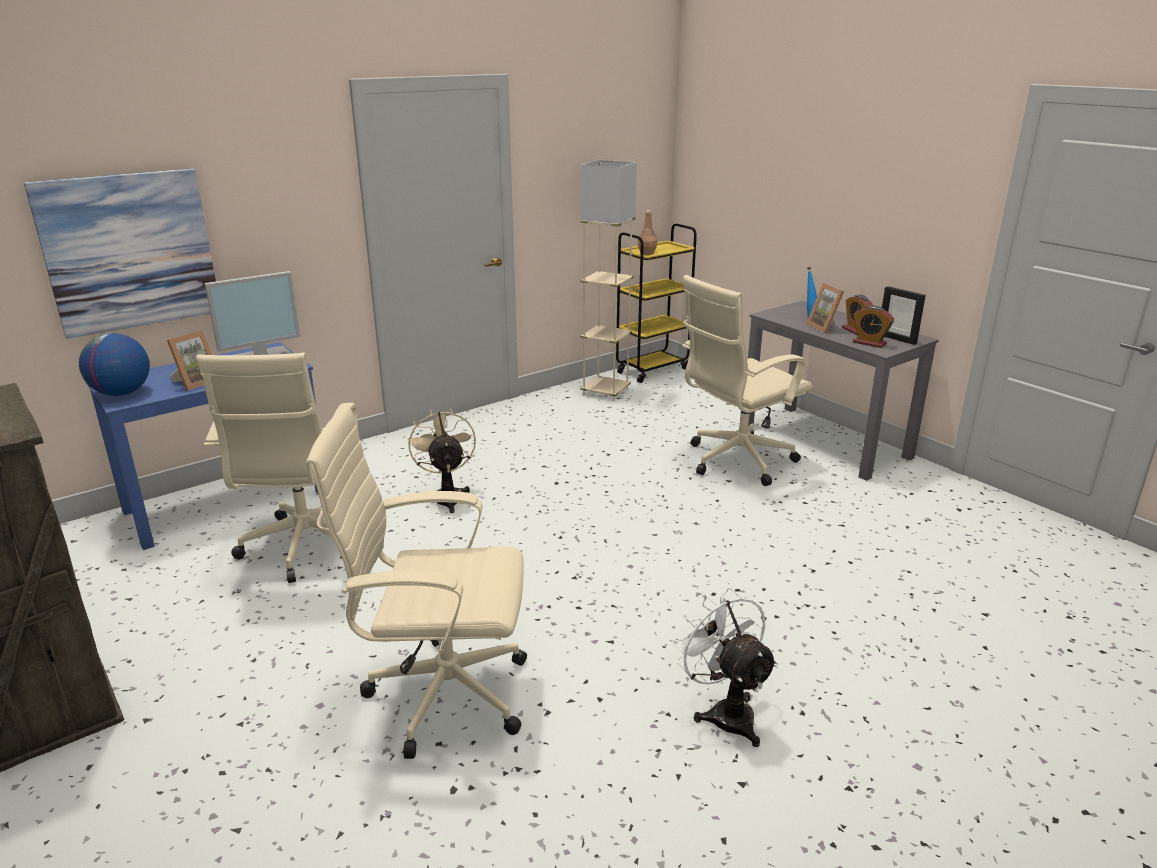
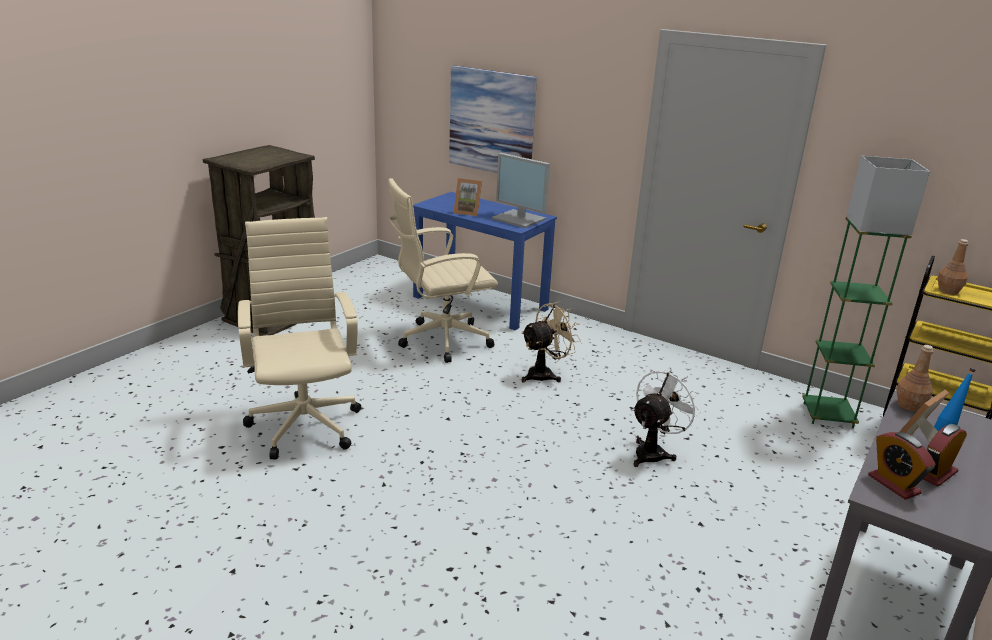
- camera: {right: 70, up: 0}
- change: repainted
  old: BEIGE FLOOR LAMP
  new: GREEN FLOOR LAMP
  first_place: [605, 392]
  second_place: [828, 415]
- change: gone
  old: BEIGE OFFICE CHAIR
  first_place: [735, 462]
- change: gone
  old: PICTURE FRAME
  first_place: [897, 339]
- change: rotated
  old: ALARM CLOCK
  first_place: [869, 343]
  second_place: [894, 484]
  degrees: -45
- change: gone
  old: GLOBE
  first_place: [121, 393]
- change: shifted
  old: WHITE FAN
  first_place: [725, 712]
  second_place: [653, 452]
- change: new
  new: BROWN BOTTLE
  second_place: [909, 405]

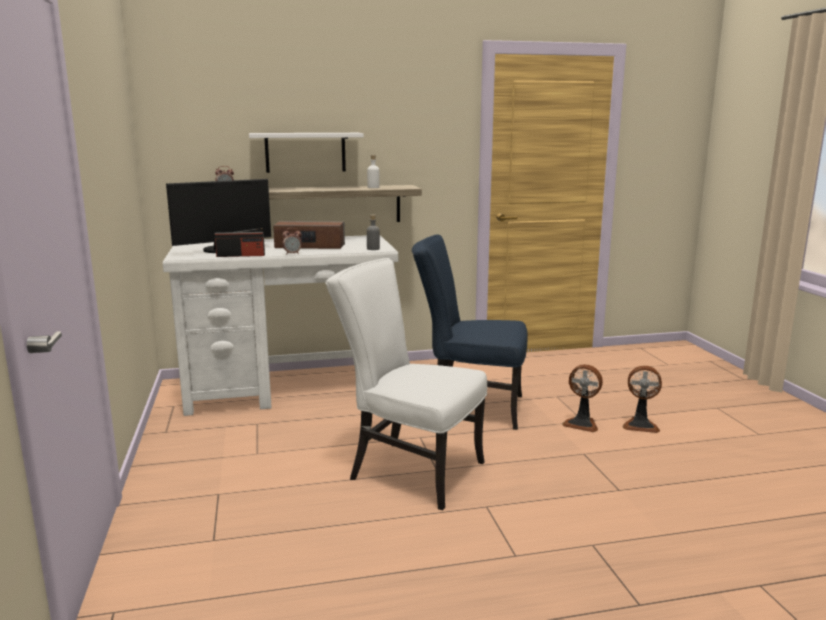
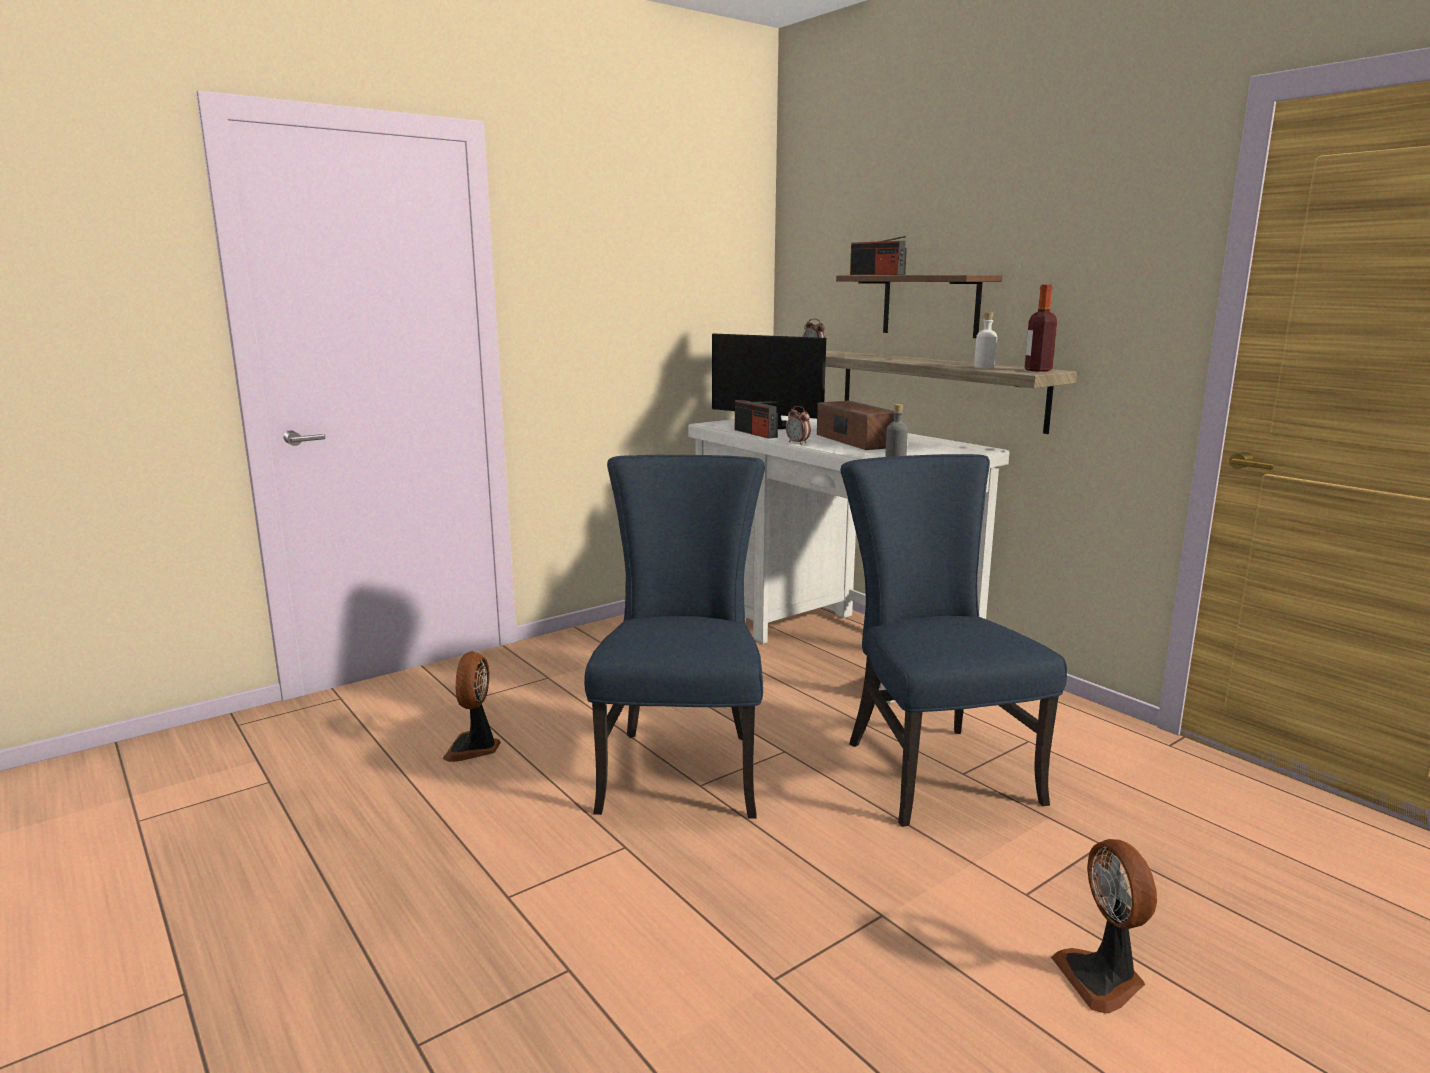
- camera: {right: 65, up: 0}
- change: repainted
  old: WHITE SHELF
  new: BROWN SHELF
  first_place: [305, 152]
  second_place: [930, 305]
- change: repainted
  old: WHITE CHAIR
  new: BLUE CHAIR
  first_place: [409, 470]
  second_place: [682, 765]
- change: shifted
  old: FAN
  first_place: [582, 424]
  second_place: [474, 748]
- change: new
  new: RADIO
  second_place: [877, 274]
- change: new
  new: BOTTLE
  second_place: [1038, 370]

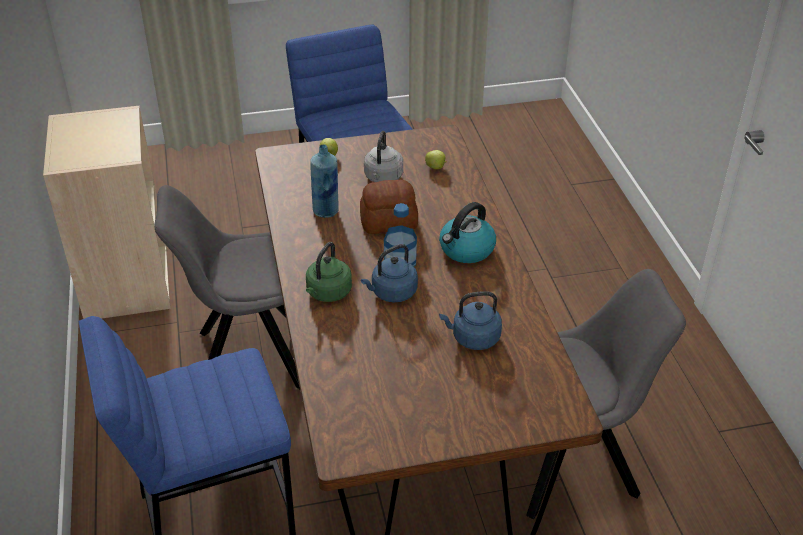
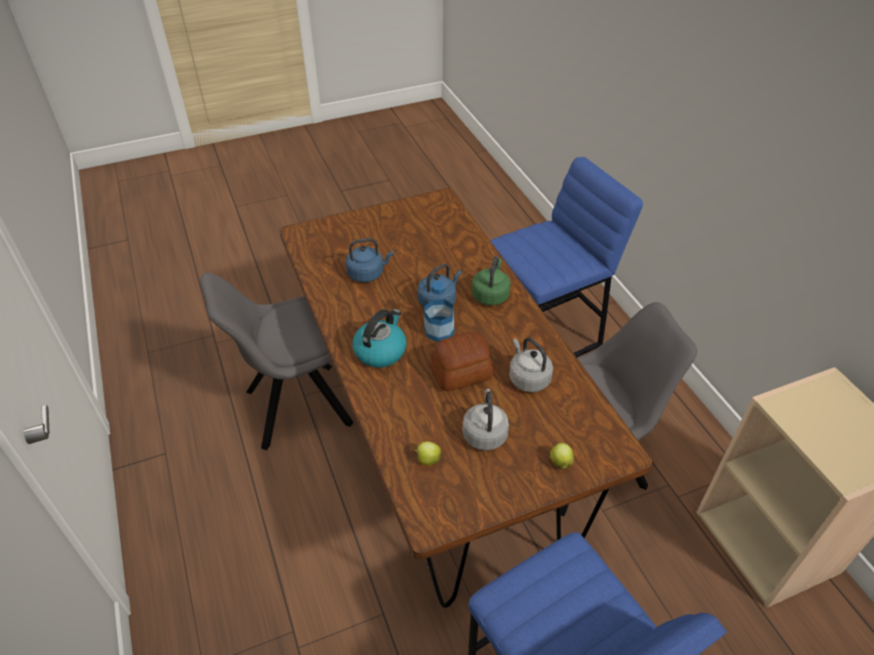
- camera: {right: 170, up: 5}
- change: swapped
  old: BLUE BOTTLE
  new: GREY KETTLE
  first_place: [326, 211]
  second_place: [528, 378]

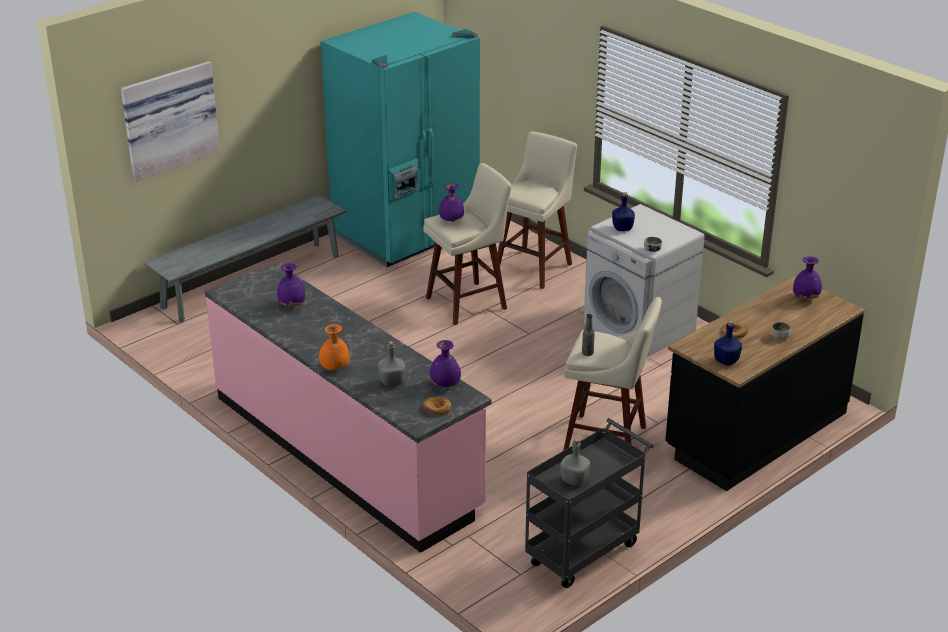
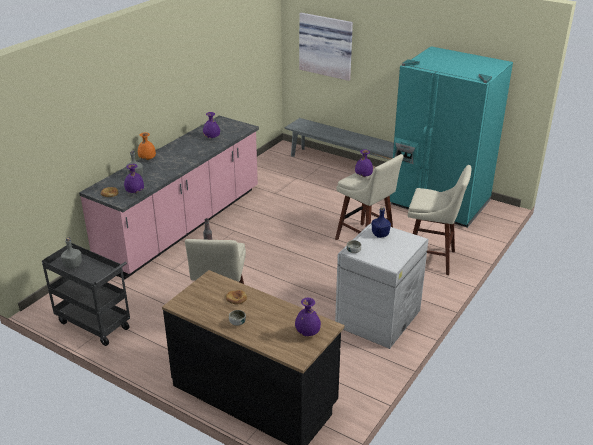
- camera: {right: 75, up: 0}
- change: gone
  old: BLUE BOTTLE
  first_place: [725, 360]

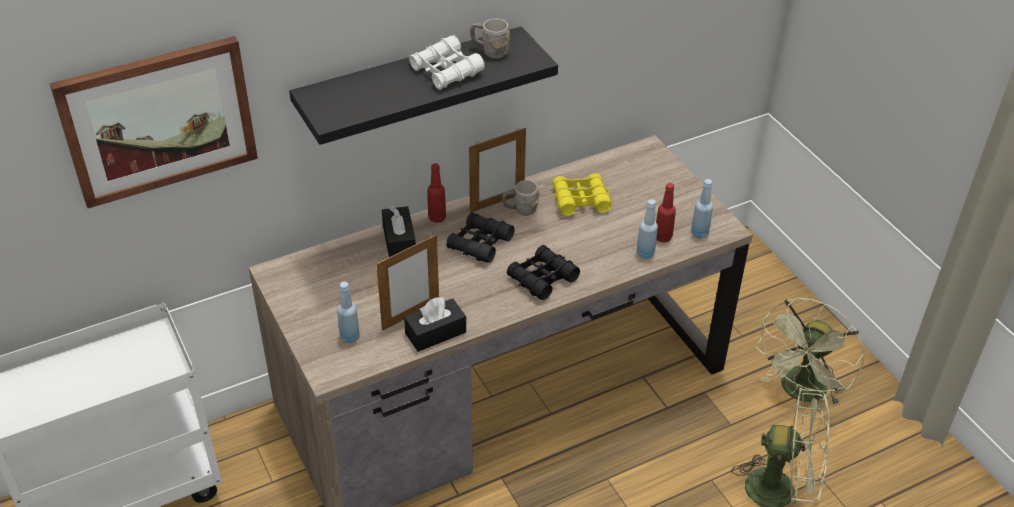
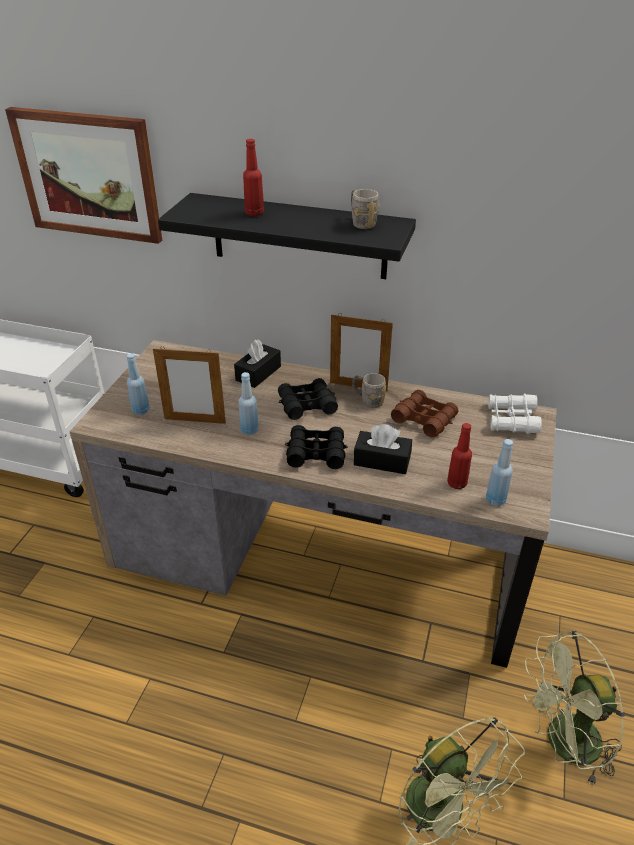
- camera: {right: 45, up: -5}
- change: shifted
  old: WHITE BINOCULARS
  first_place: [446, 71]
  second_place: [511, 420]
- change: shifted
  old: RED BOTTLE
  first_place: [437, 217]
  second_place: [254, 213]
- change: repainted
  old: YELLOW BINOCULARS
  new: BROWN BINOCULARS
  first_place: [580, 200]
  second_place: [424, 419]
- change: shifted
  old: BLUE BOTTLE
  first_place: [645, 254]
  second_place: [249, 430]
- change: shifted
  old: BLACK TISSUE BOX
  first_place: [435, 332]
  second_place: [382, 461]

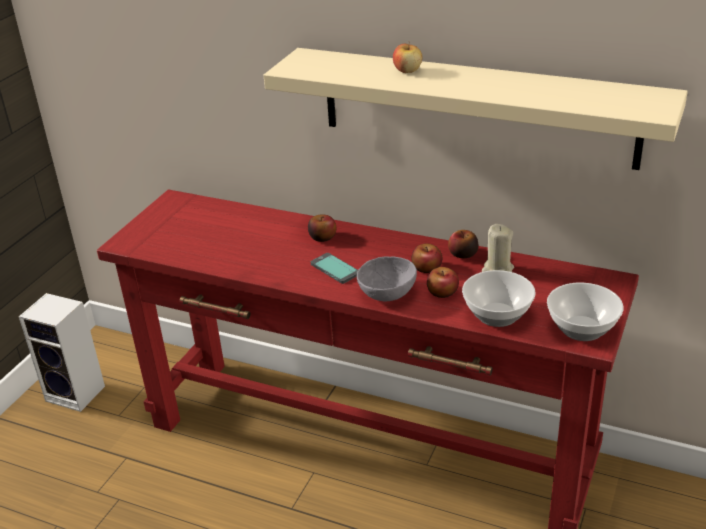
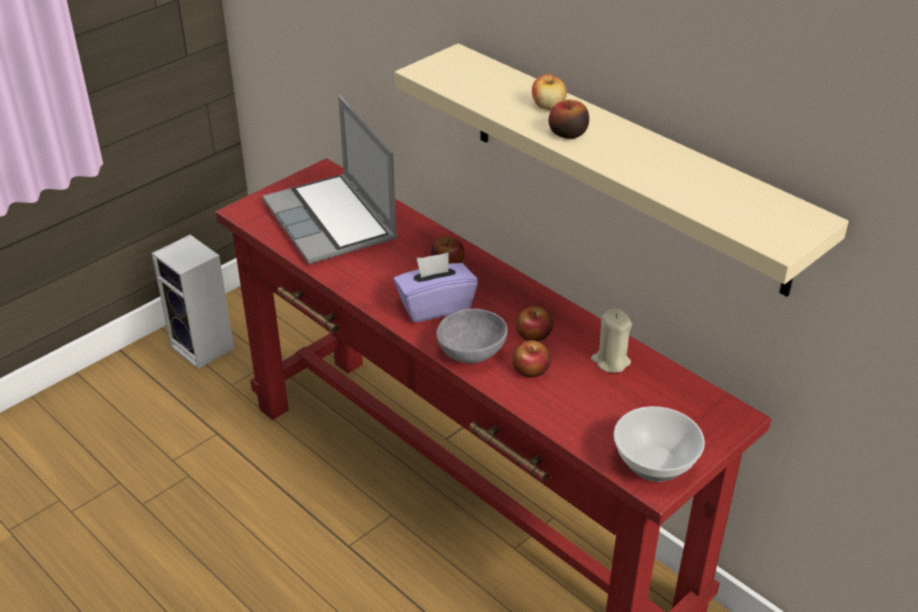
- camera: {right: 20, up: 5}
- change: shifted
  old: APPLE
  first_place: [463, 254]
  second_place: [567, 133]
- change: swapped
  old: PHONE
  new: PURPLE TISSUE BOX
  first_place: [334, 269]
  second_place: [435, 306]
- change: gone
  old: BOWL
  first_place: [496, 315]
- change: new
  new: LAPTOP
  second_place: [332, 222]

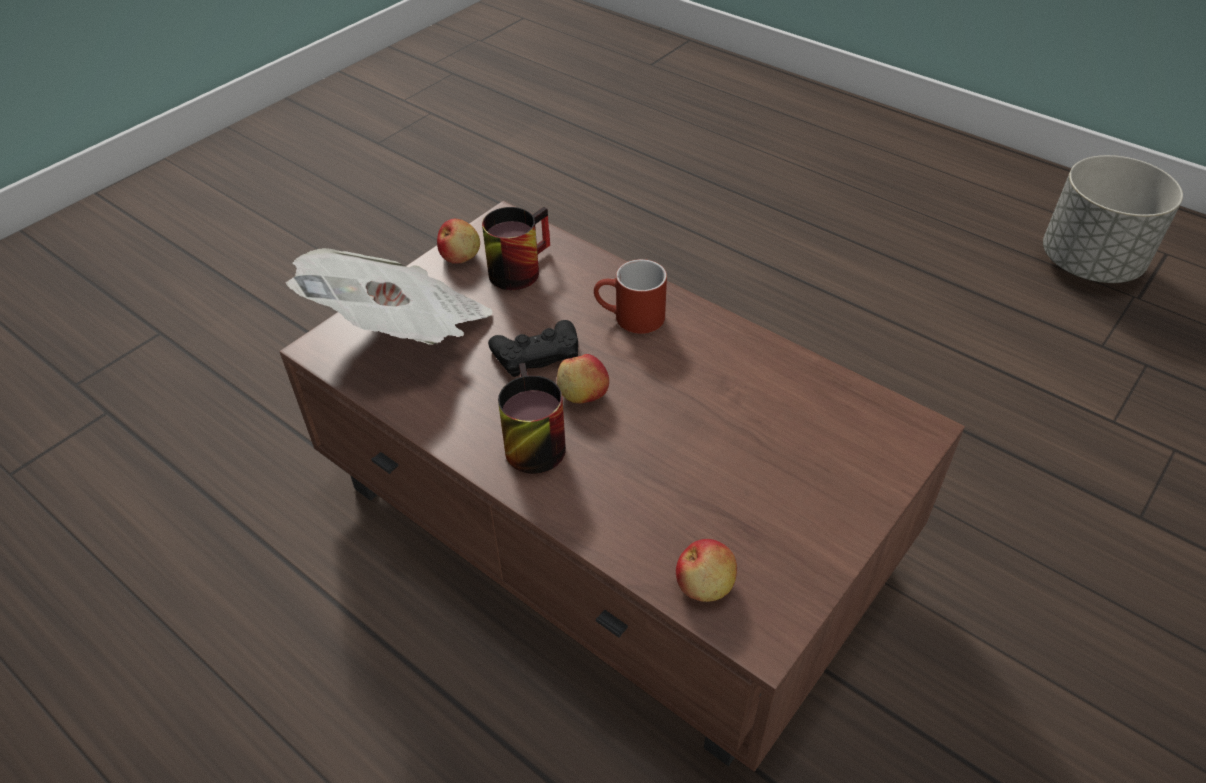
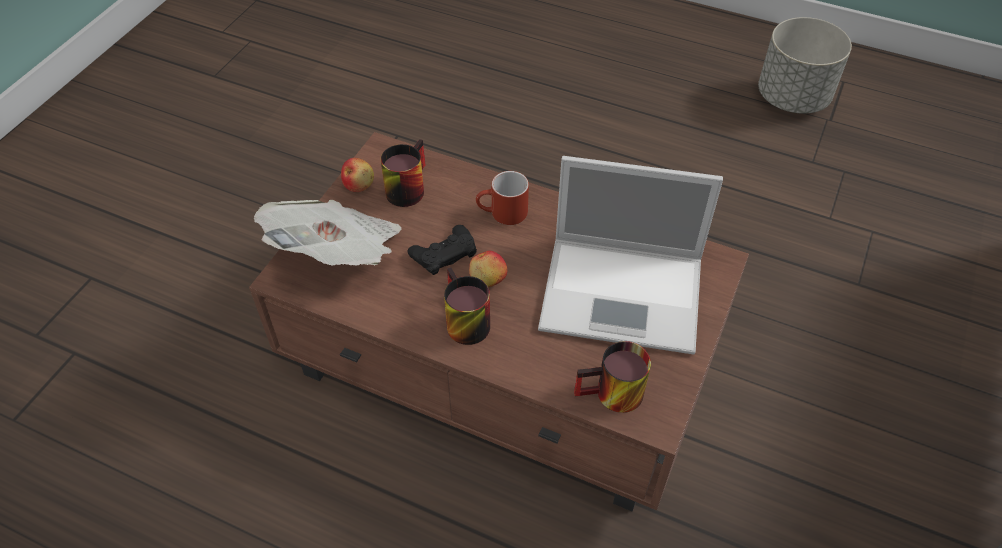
- camera: {right: -15, up: 5}
- change: swapped
  old: APPLE
  new: MUG
  first_place: [705, 584]
  second_place: [612, 397]
- change: new
  new: LAPTOP
  second_place: [625, 294]

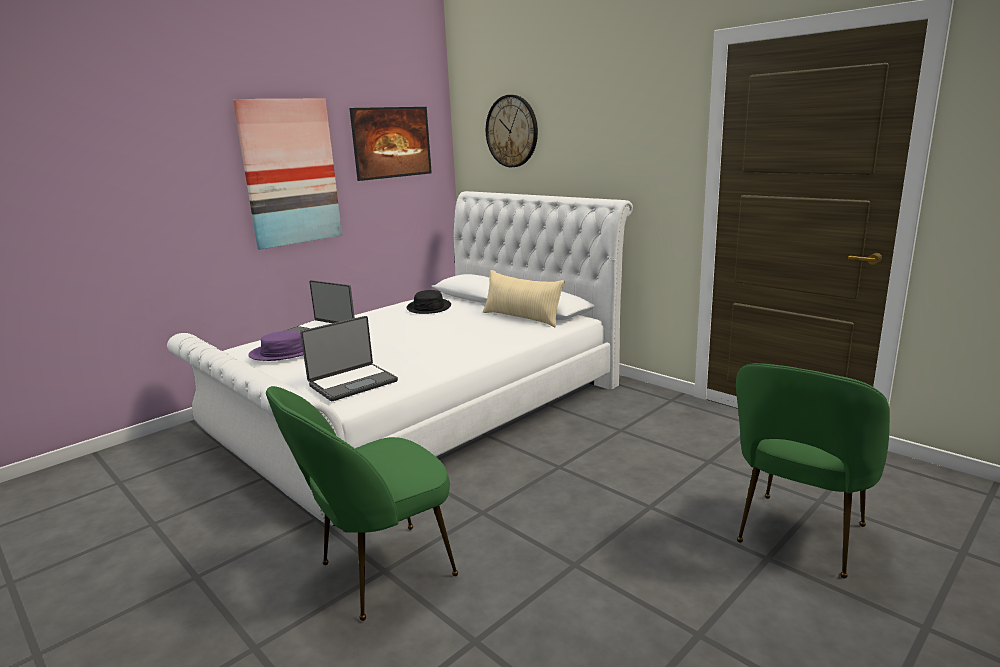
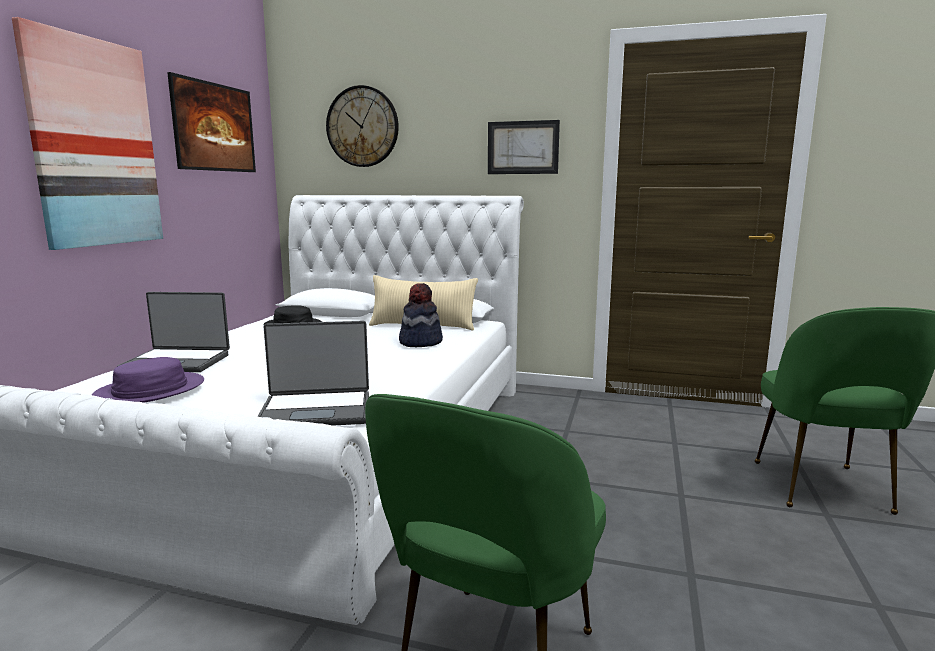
- camera: {right: -30, up: -5}
- change: rotated
  old: LAPTOP
  first_place: [352, 383]
  second_place: [316, 411]
  degrees: 60
- change: new
  new: PICTURE
  second_place: [523, 147]
- change: new
  new: HAT
  second_place: [420, 342]

